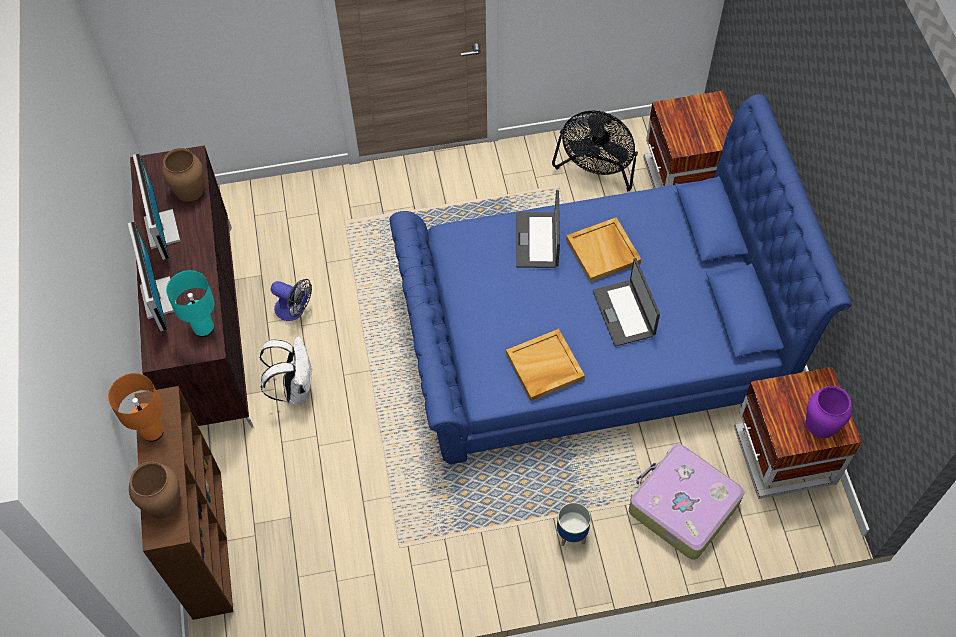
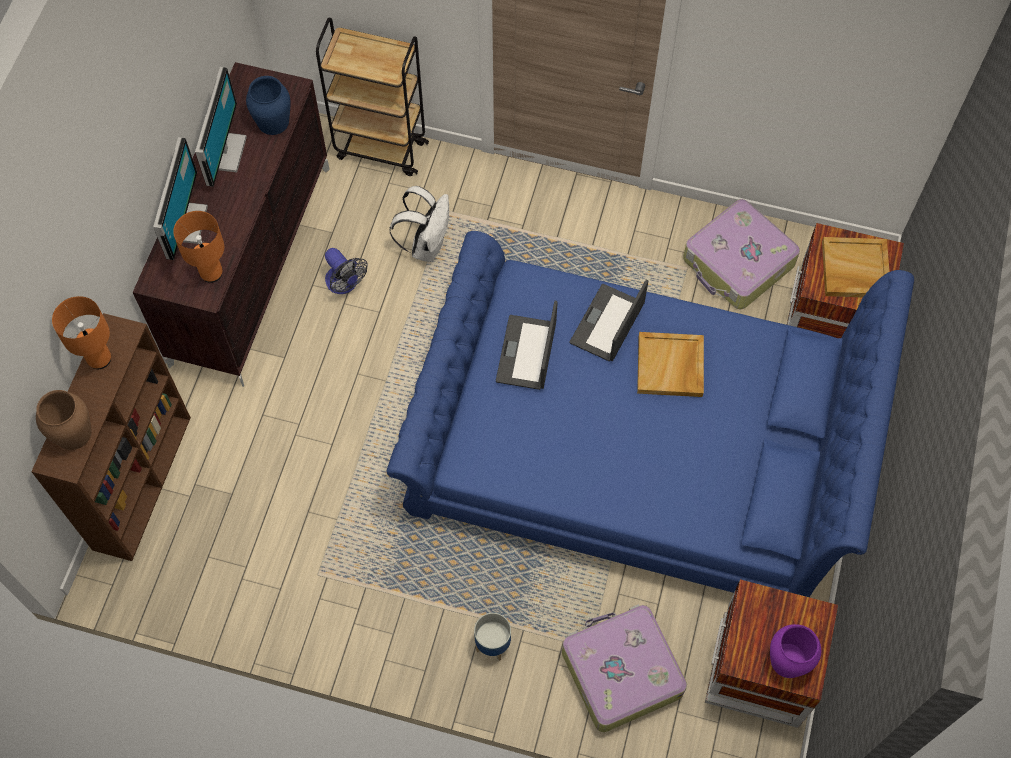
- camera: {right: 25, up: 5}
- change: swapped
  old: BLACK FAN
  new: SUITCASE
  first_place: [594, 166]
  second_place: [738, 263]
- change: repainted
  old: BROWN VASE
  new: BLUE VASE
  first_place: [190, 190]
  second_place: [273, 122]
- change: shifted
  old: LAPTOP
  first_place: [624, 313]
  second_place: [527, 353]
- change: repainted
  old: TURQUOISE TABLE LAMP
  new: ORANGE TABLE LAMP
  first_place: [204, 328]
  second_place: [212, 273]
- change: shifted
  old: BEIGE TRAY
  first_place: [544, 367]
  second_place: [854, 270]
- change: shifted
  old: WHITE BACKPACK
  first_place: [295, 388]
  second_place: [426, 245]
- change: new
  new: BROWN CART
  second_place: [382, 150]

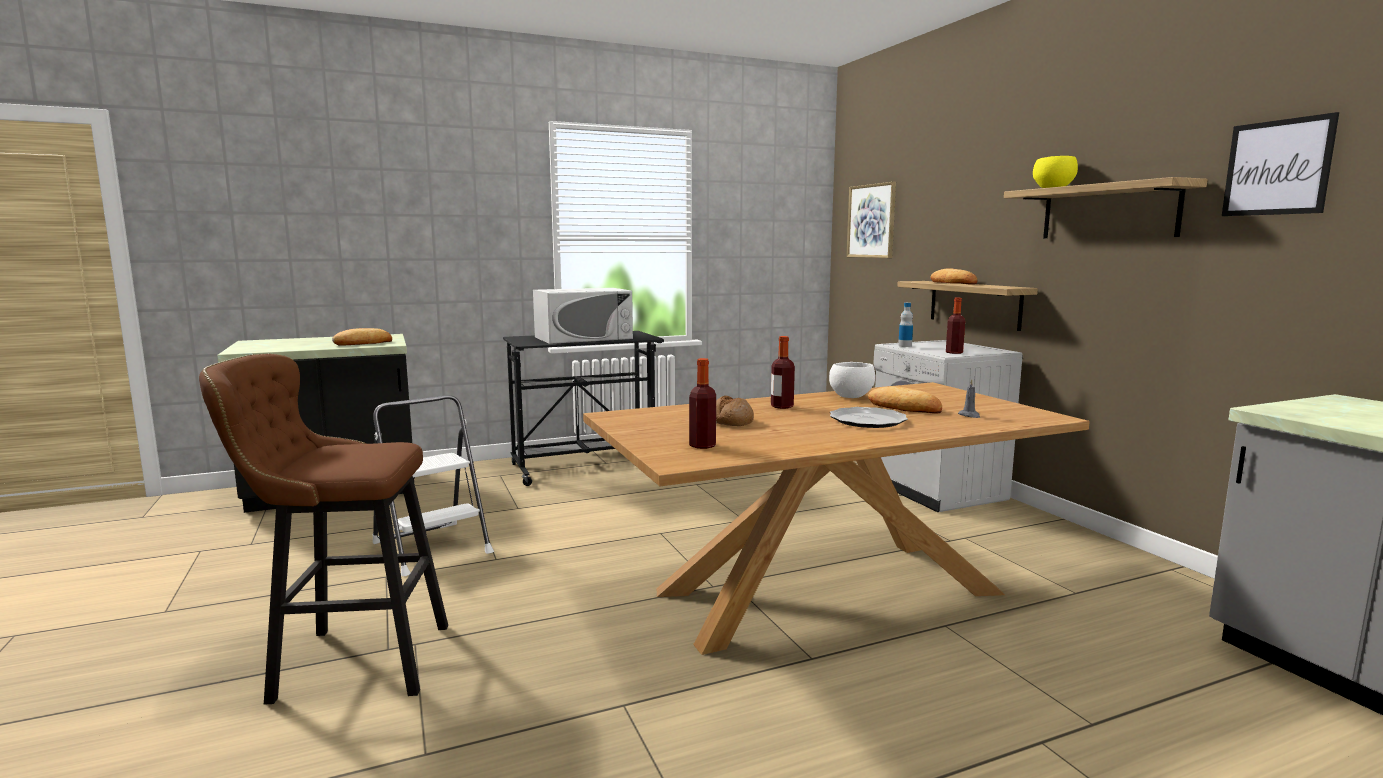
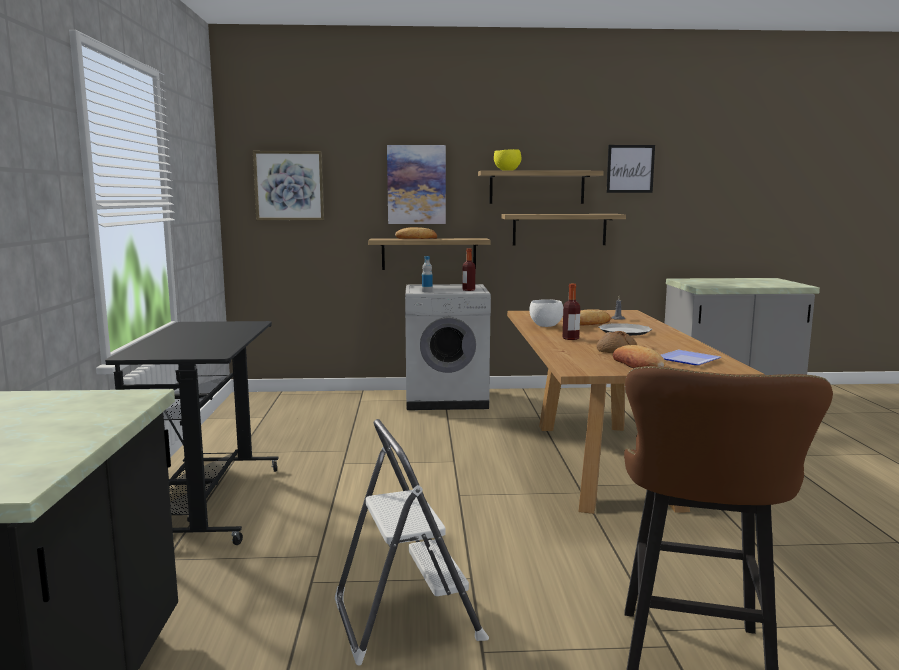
- camera: {right: -70, up: 0}
- change: gone
  old: WHITE MICROWAVE
  first_place: [583, 338]
- change: shifted
  old: BREAD
  first_place: [363, 343]
  second_place: [638, 365]
- change: swapped
  old: BOTTLE
  new: PLATE
  first_place: [702, 445]
  second_place: [688, 361]
- change: new
  new: PICTURE
  second_place: [416, 184]
- change: new
  new: SHELF
  second_place: [559, 229]

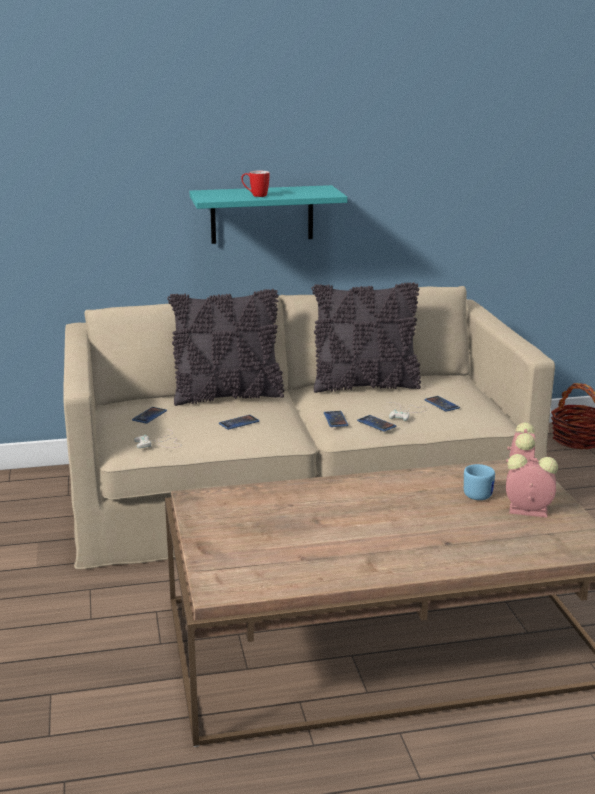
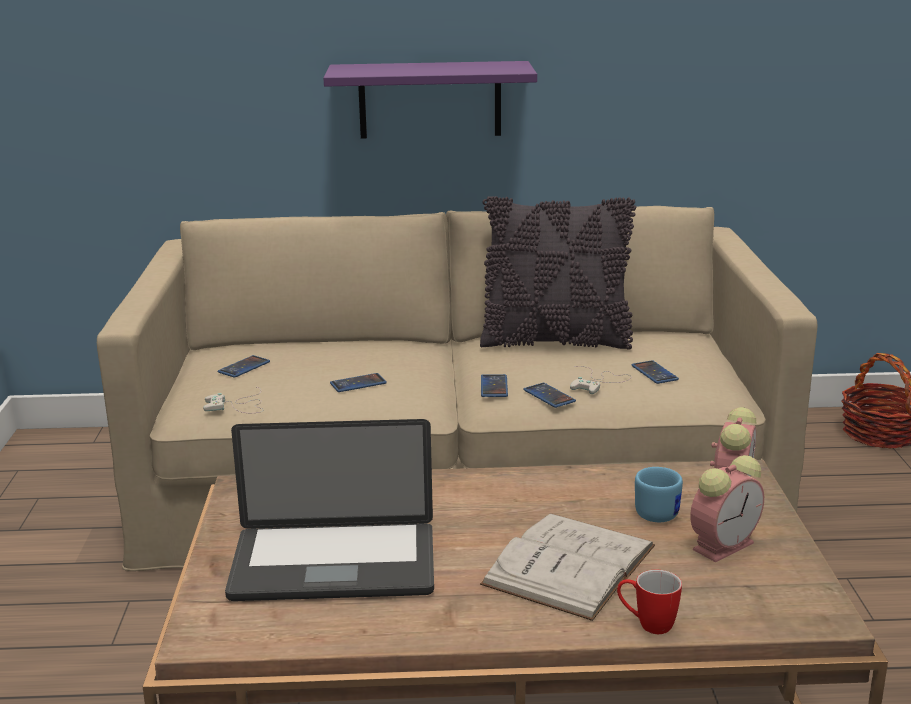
- camera: {right: 10, up: 0}
- change: shifted
  old: MUG
  first_place: [255, 195]
  second_place: [647, 624]
- change: repainted
  old: TURQUOISE SHELF
  new: PURPLE SHELF
  first_place: [262, 214]
  second_place: [430, 100]
- change: gone
  old: BLACK PILLOW
  first_place: [228, 396]
- change: rotated
  old: ALARM CLOCK
  first_place: [526, 511]
  second_place: [724, 545]
  degrees: 120
- change: new
  new: LAPTOP
  second_place: [334, 565]
- change: new
  new: WHITE BOOK
  second_place: [569, 565]

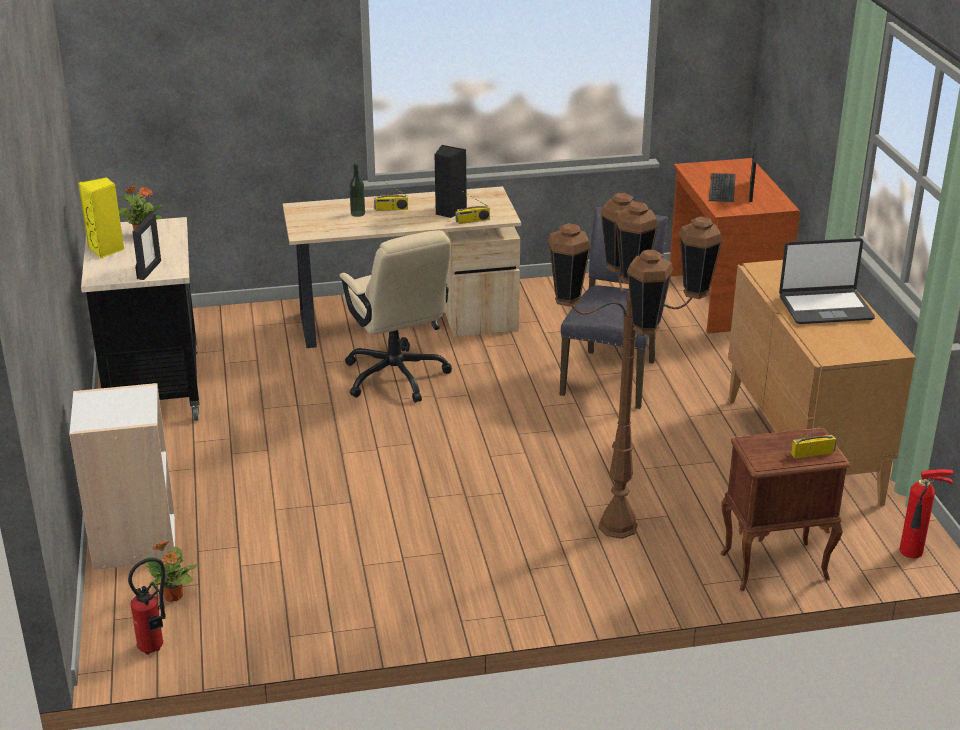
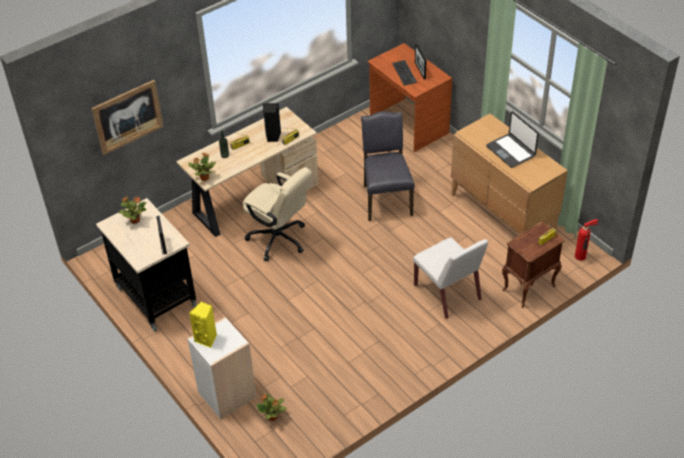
- camera: {right: -25, up: 15}
- change: shifted
  old: YELLOW SPEAKER
  first_place: [107, 250]
  second_place: [207, 339]
- change: swapped
  old: BROWN FLOOR LAMP
  new: WHITE CHAIR
  first_place: [617, 527]
  second_place: [448, 293]
- change: rotated
  old: LAPTOP
  first_place: [825, 307]
  second_place: [511, 151]
  degrees: 90
- change: gone
  old: FIRE EXTINGUISHER
  first_place: [155, 647]
- change: new
  new: PICTURE
  second_place: [128, 117]
- change: new
  new: POTTED PLANT
  second_place: [204, 178]

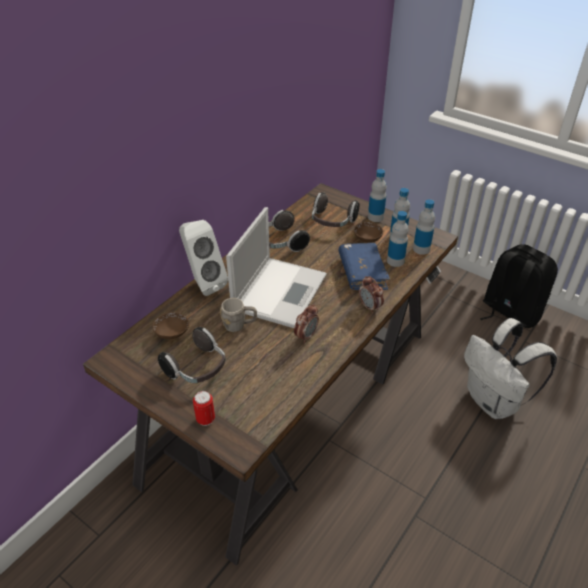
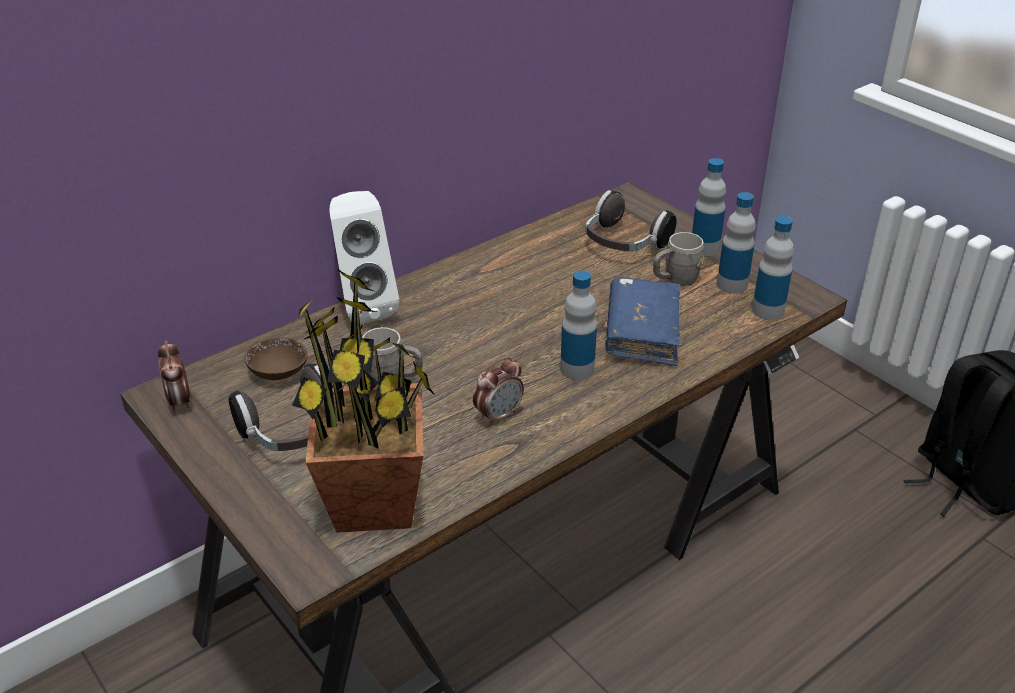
- camera: {right: 15, up: -5}
- change: gone
  old: LAPTOP
  first_place: [280, 291]
- change: gone
  old: HEADPHONES
  first_place: [281, 242]
- change: shifted
  old: BOTTLE
  first_place: [395, 261]
  second_place: [577, 369]
- change: swapped
  old: BROWN BOWL
  new: GREY MUG
  first_place: [367, 238]
  second_place: [675, 280]
- change: shifted
  old: ALARM CLOCK
  first_place: [370, 307]
  second_place: [180, 402]
- change: gone
  old: WHITE BACKPACK
  first_place: [494, 402]
- change: gone
  old: CAN
  first_place: [205, 419]
- change: new
  new: POTTED PLANT
  second_place: [376, 503]

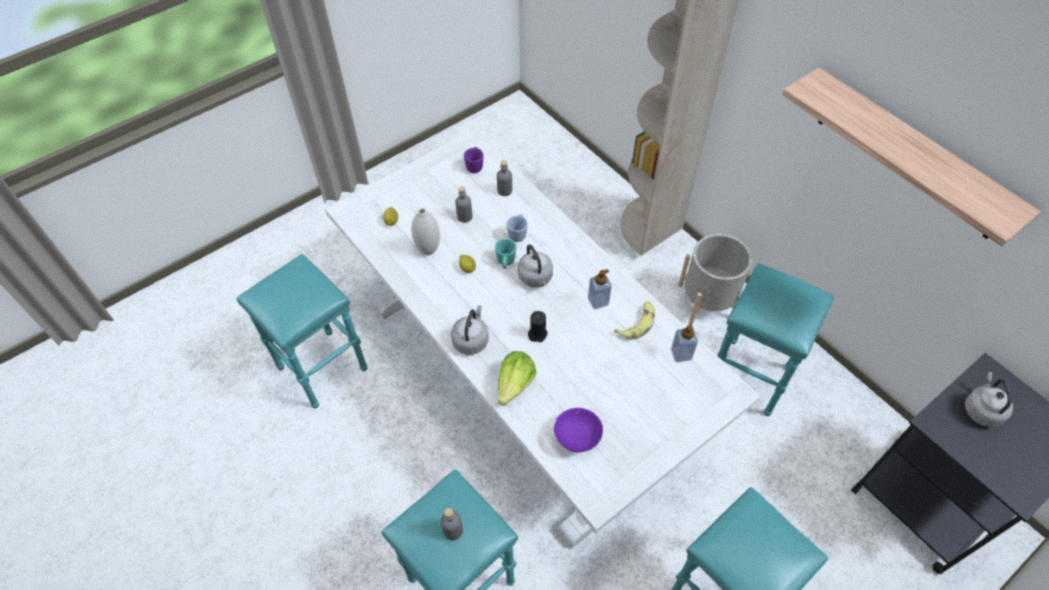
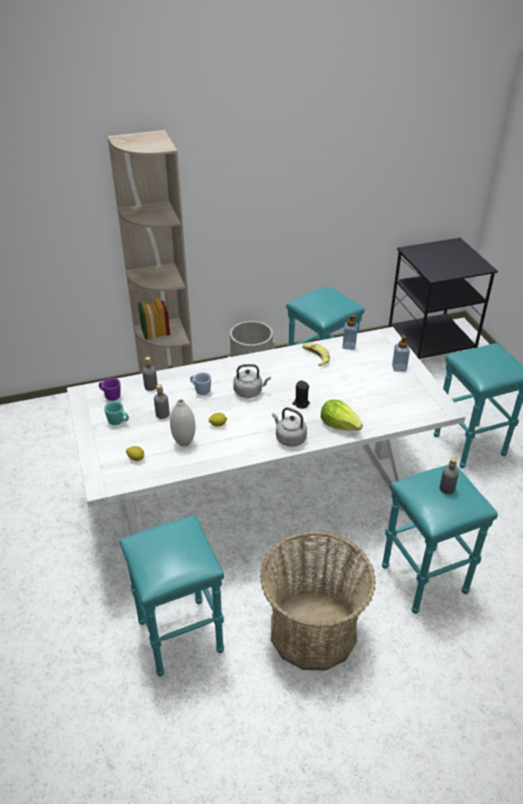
- camera: {right: -70, up: -15}
- change: gone
  old: SHELF
  first_place: [909, 155]
- change: shifted
  old: TURQUOISE MUG
  first_place: [505, 262]
  second_place: [118, 422]
- change: shifted
  old: SOAP DISPENSER
  first_place: [598, 301]
  second_place: [399, 368]
- change: gone
  old: GREY KETTLE
  first_place: [981, 409]
- change: gone
  old: PURPLE BOWL
  first_place: [578, 438]
- change: new
  new: BASKET
  second_place: [312, 630]

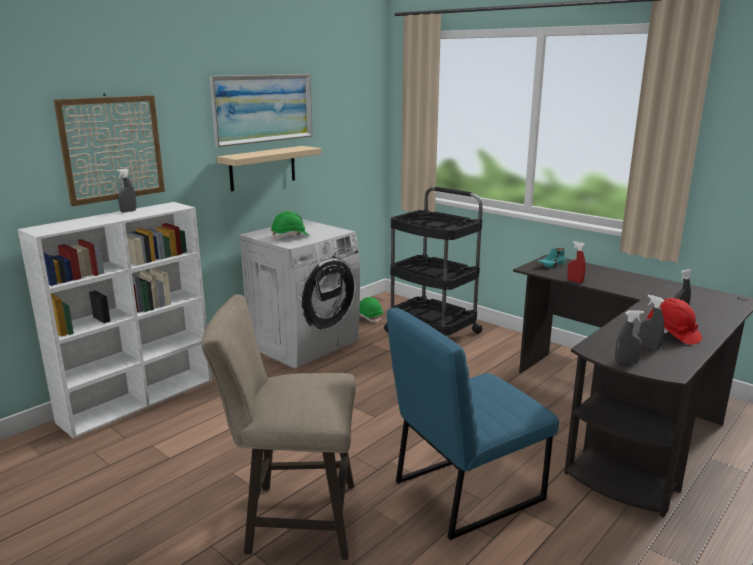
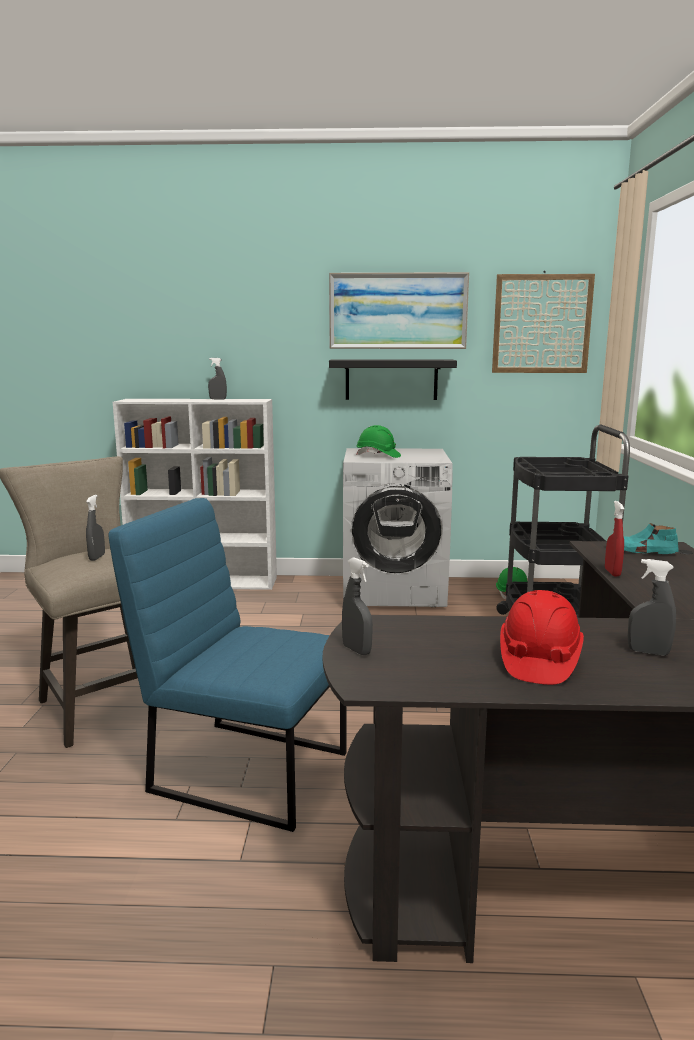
- camera: {right: 50, up: -5}
- change: shifted
  old: PICTURE
  first_place: [112, 147]
  second_place: [542, 322]
- change: repainted
  old: BEIGE SHELF
  new: BLACK SHELF
  first_place: [262, 168]
  second_place: [391, 379]
- change: shifted
  old: GREY SPRAY BOTTLE
  first_place: [649, 346]
  second_place: [97, 557]

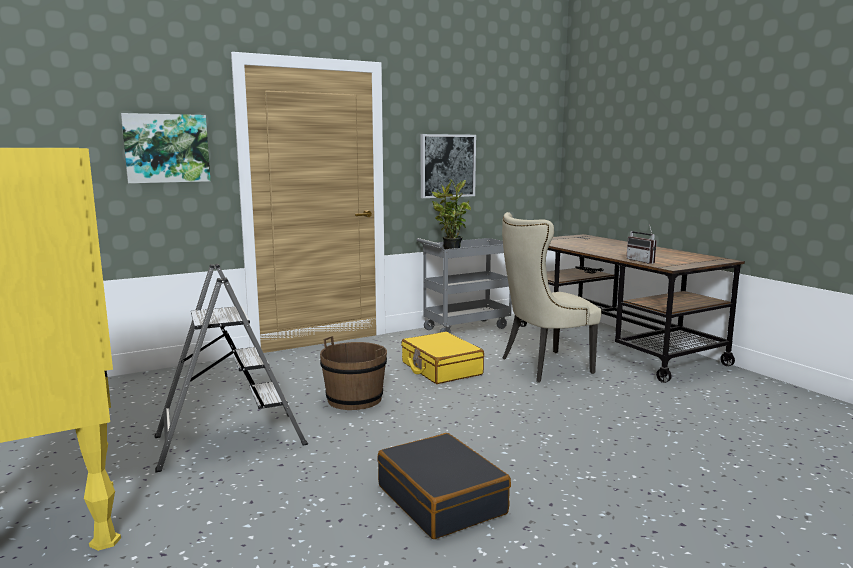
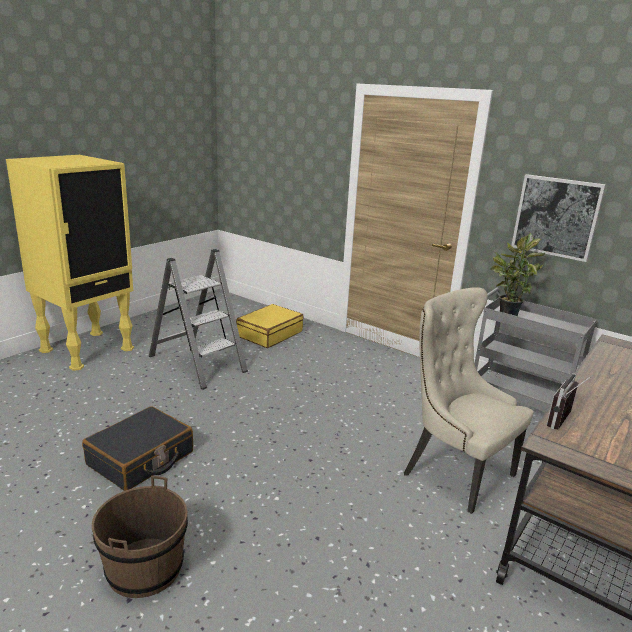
- camera: {right: 65, up: 10}
- change: gone
  old: PICTURE
  first_place: [166, 148]
- change: shifted
  old: YELLOW SUITCASE
  first_place: [441, 369]
  second_place: [269, 334]
- change: shifted
  old: BROWN BUCKET
  first_place: [354, 399]
  second_place: [145, 568]

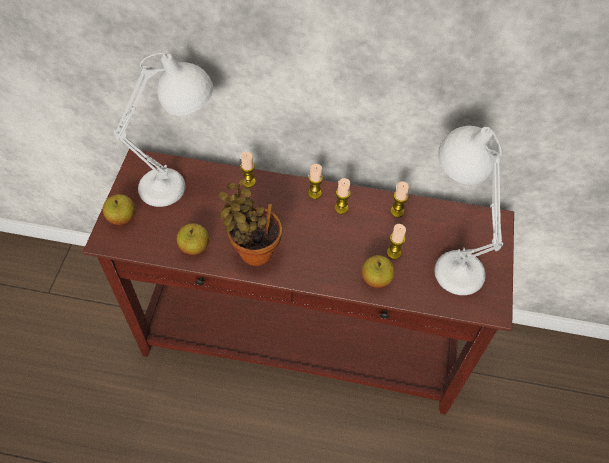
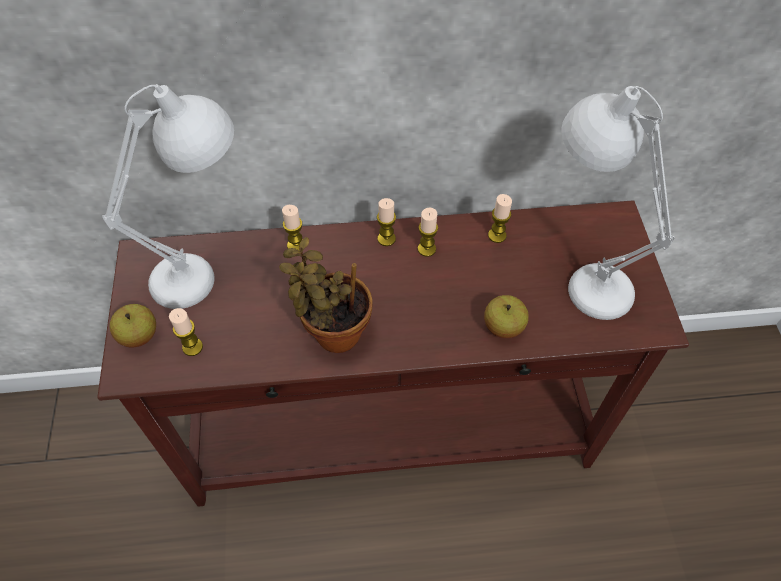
- camera: {right: -15, up: 0}
- change: gone
  old: APPLE
  first_place: [194, 247]
- change: shifted
  old: CANDLE
  first_place: [393, 253]
  second_place: [192, 347]

